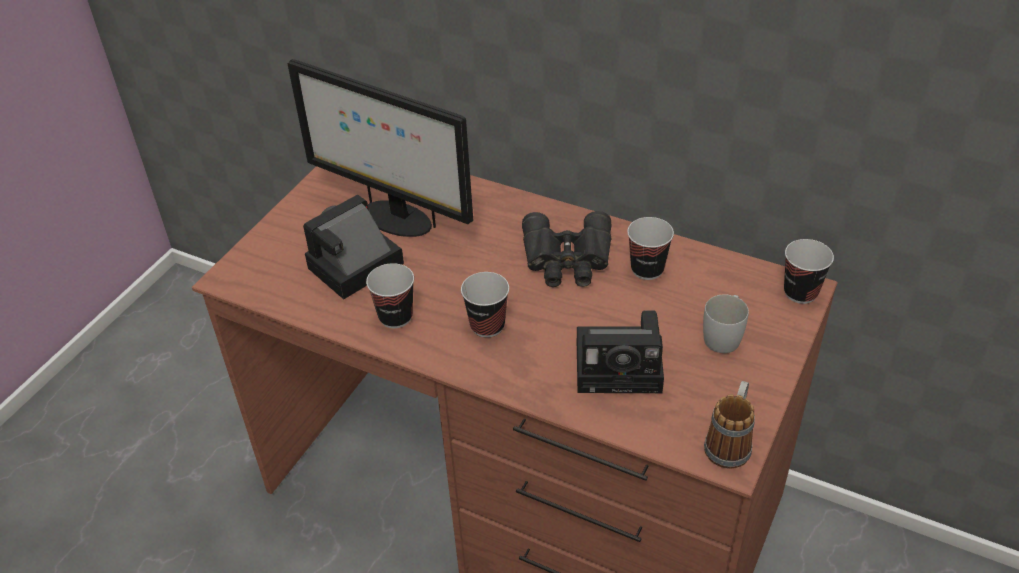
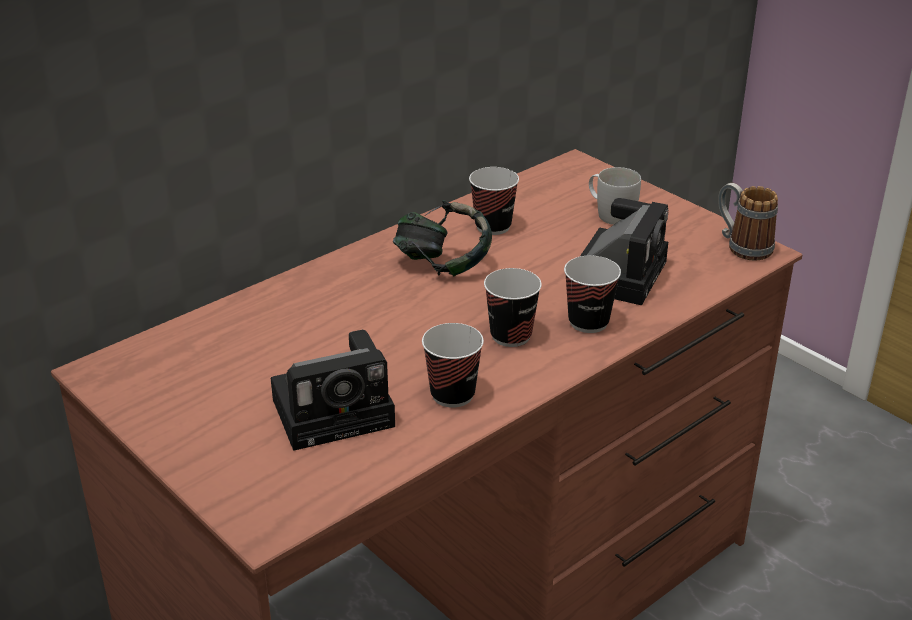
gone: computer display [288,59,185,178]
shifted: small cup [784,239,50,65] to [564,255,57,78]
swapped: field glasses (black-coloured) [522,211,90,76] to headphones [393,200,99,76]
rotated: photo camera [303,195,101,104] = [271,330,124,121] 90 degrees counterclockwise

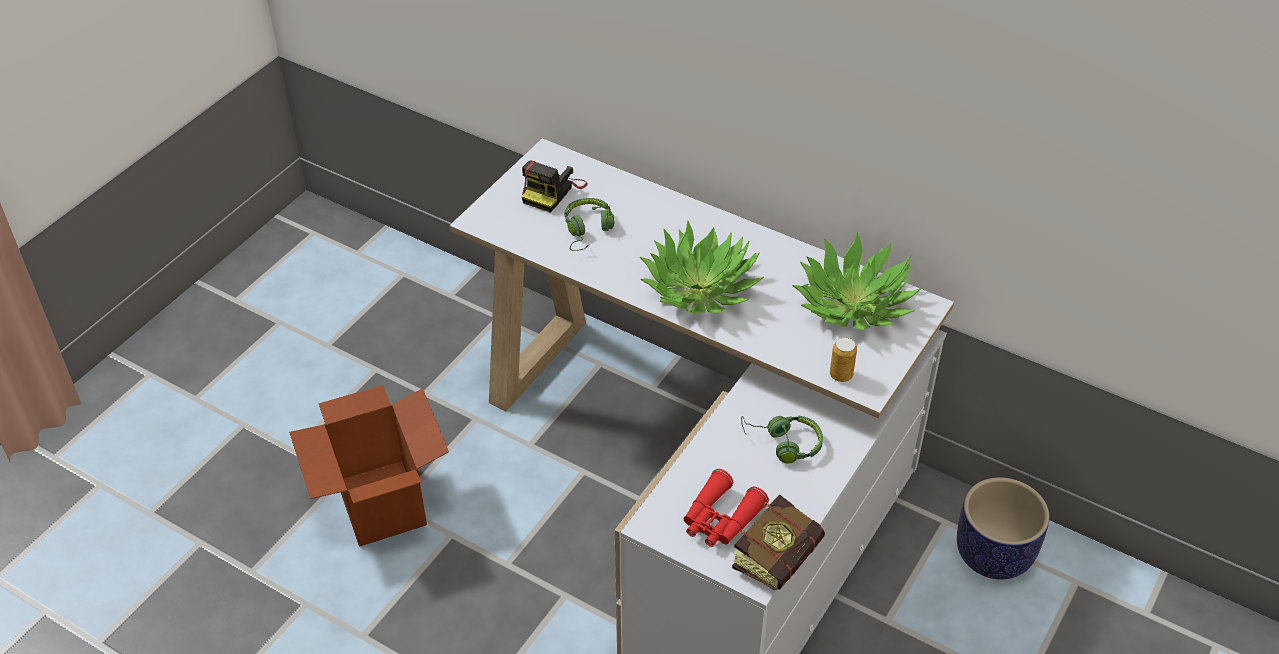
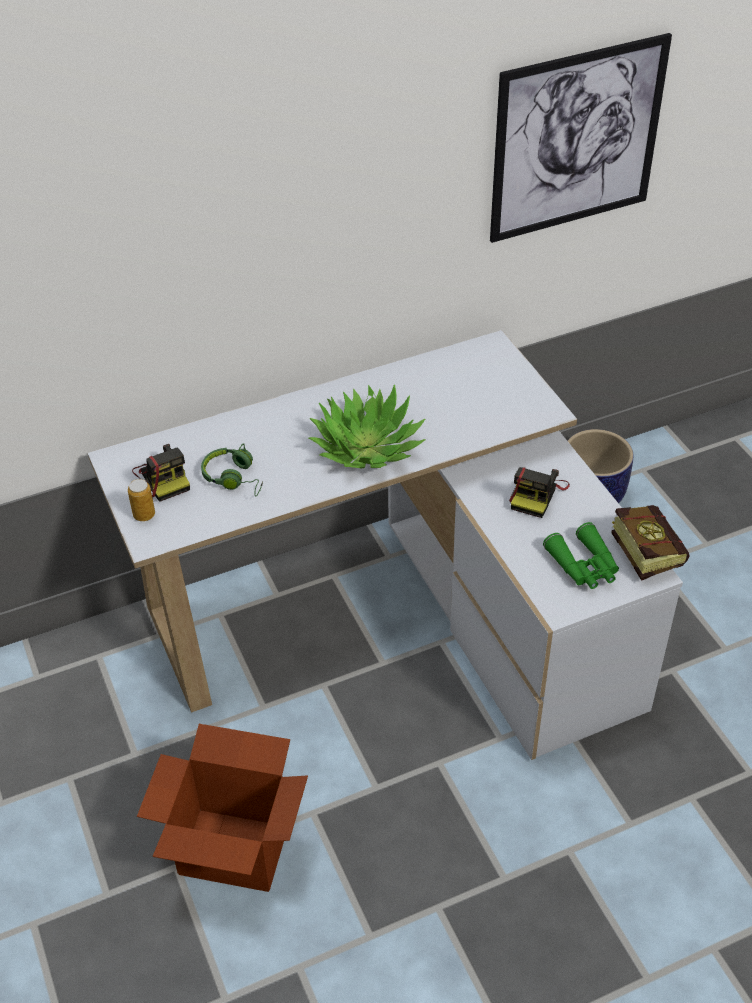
gone: houseplant [792,232,129,98]
new: wall art [490,33,182,210]
shifted: can [830,337,27,45] to [128,479,27,42]
swapped: headphones (greenish) [741,415,82,49] to photo camera [509,467,61,51]
repainted: field glasses (red-coloured) [683,469,86,78] to field glasses (greenish) [543,522,76,67]

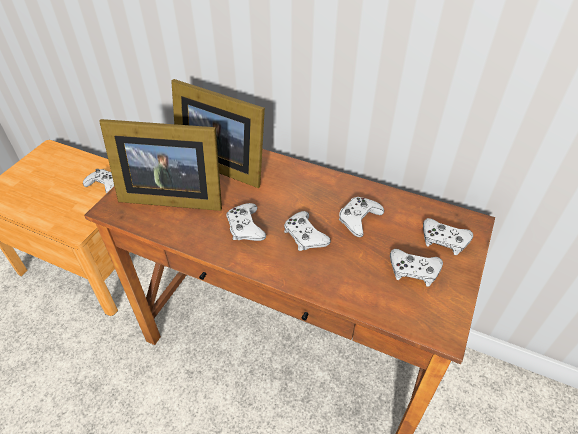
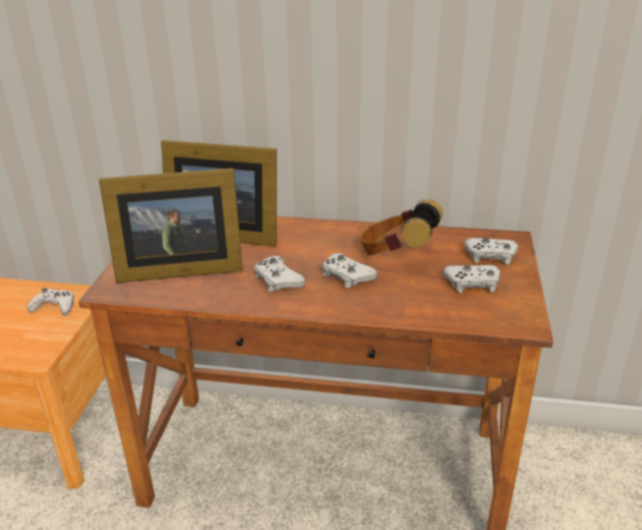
swapped: joypad (white-coloured) [339,197,45,40] to headphones [360,200,83,55]

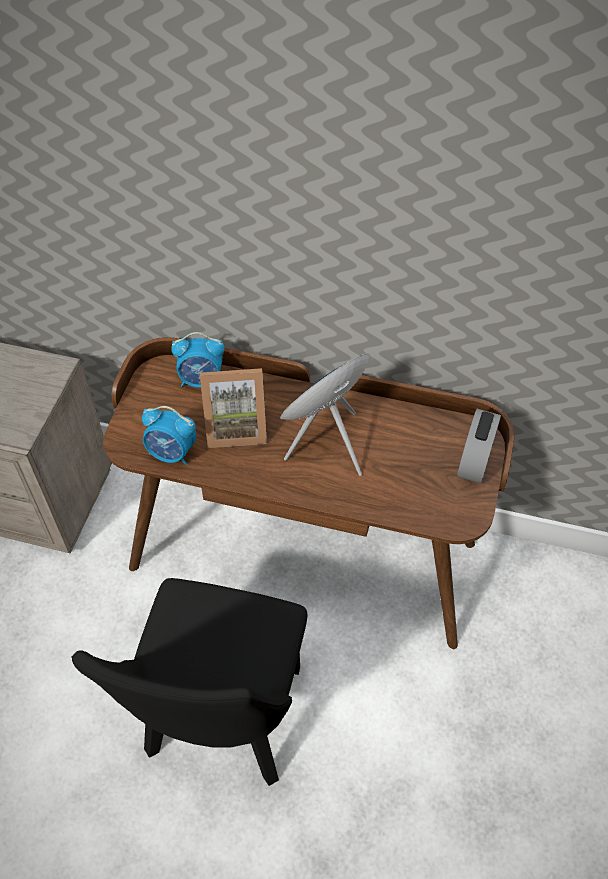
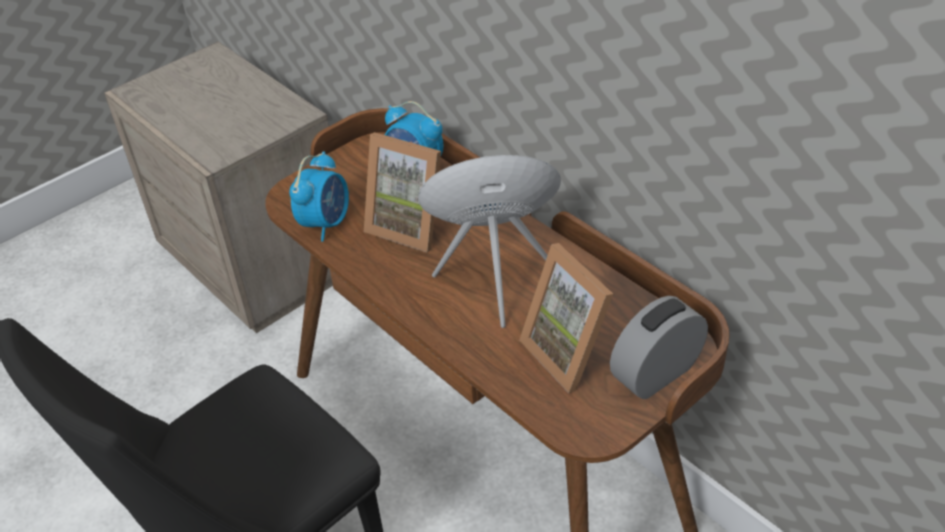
new: standing frame [519,243,94,150]
rotated: table clock [142,406,54,59] = [289,151,60,91] 120 degrees counterclockwise

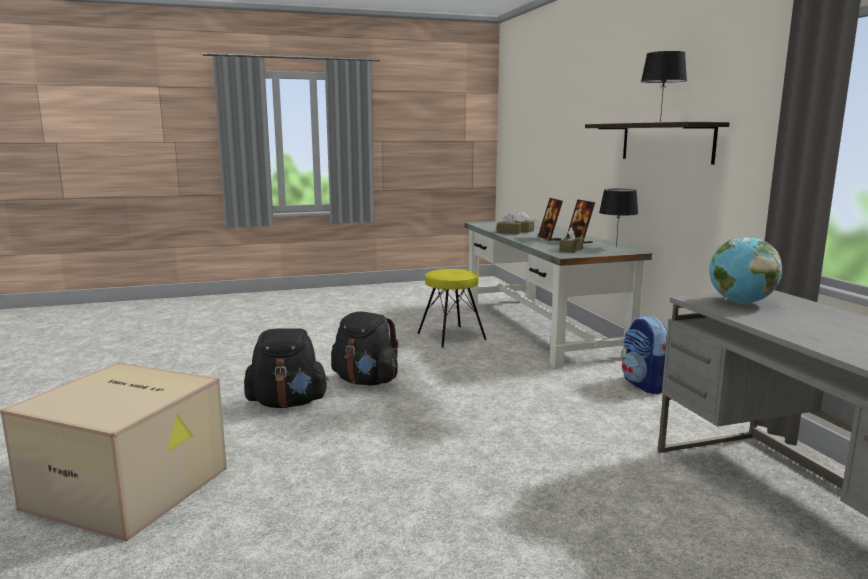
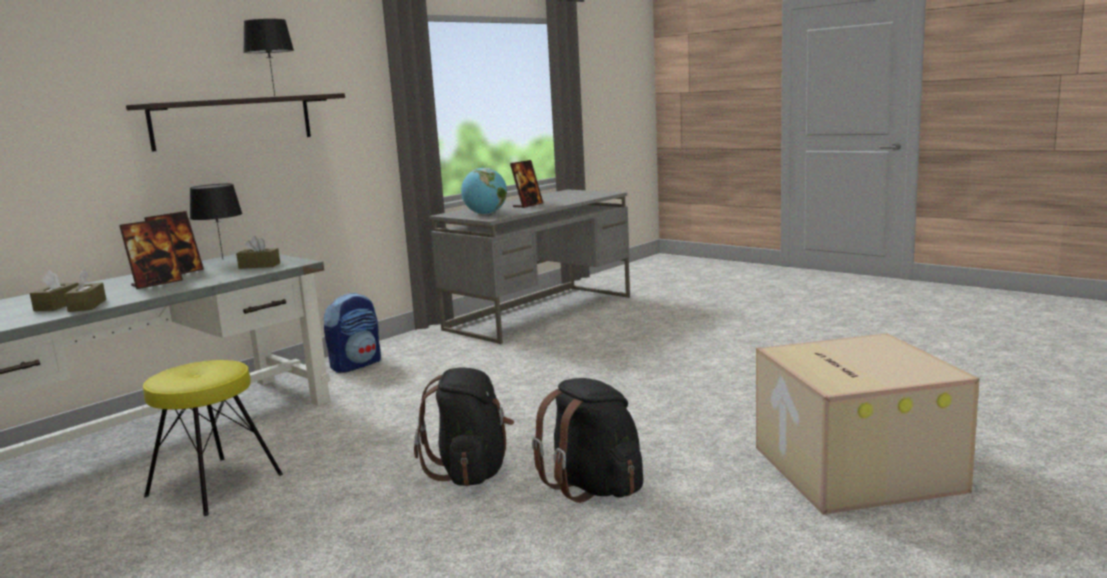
new: standing frame [510,160,33,48]

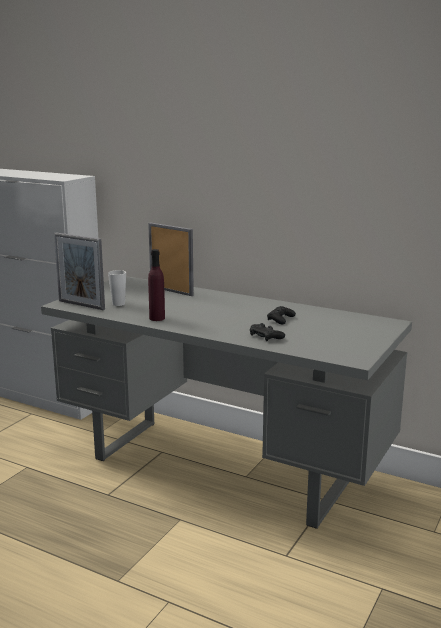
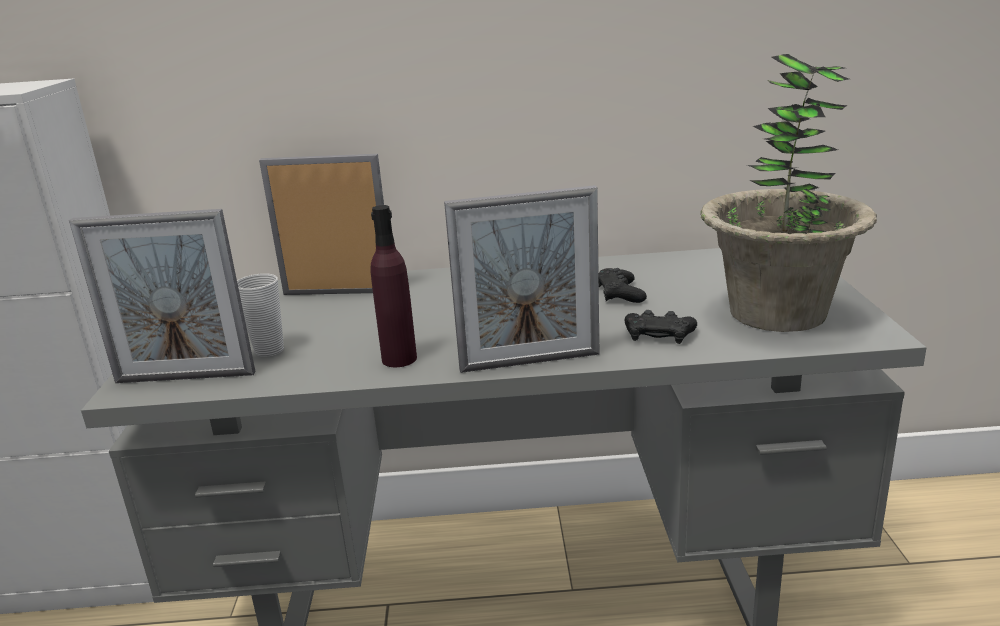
new: standing frame [444,185,156,188]; houseplant [700,54,177,278]

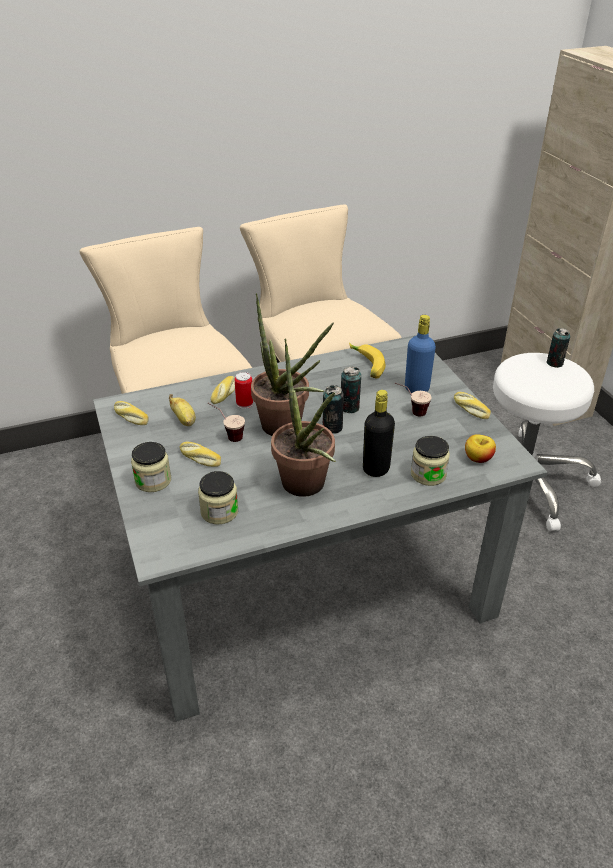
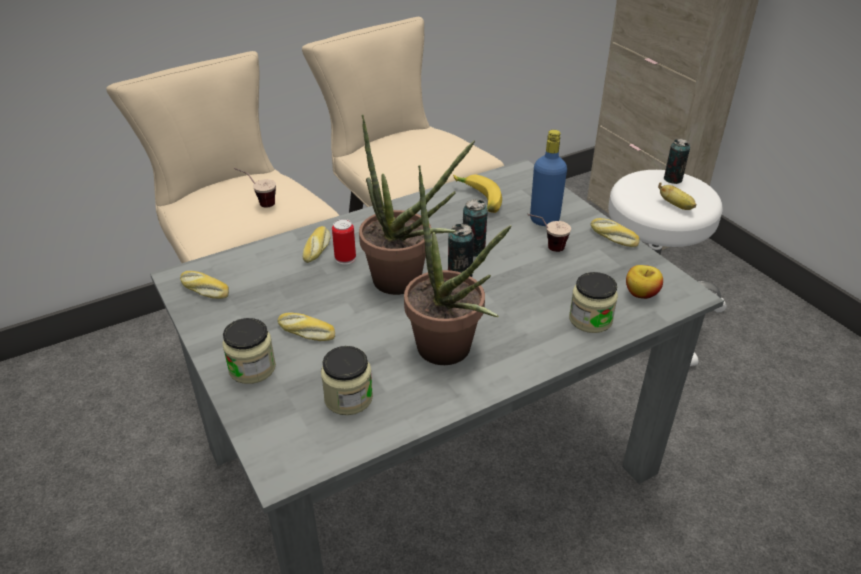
gone: beverage bottle (black-coloured) [363,390,32,87]
shifted: whole banana [169,394,27,32] to [658,182,38,28]; small cup [208,403,37,39] to [234,168,42,40]

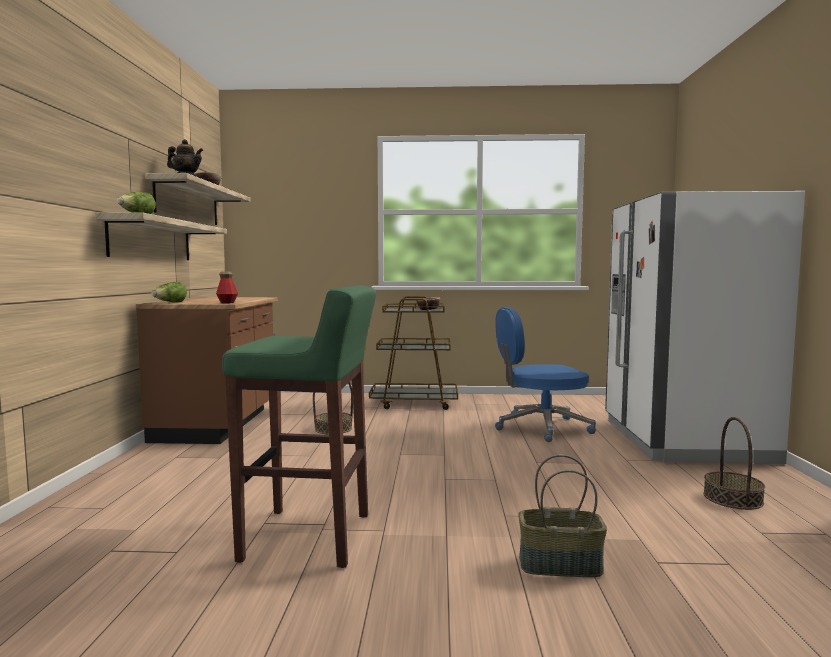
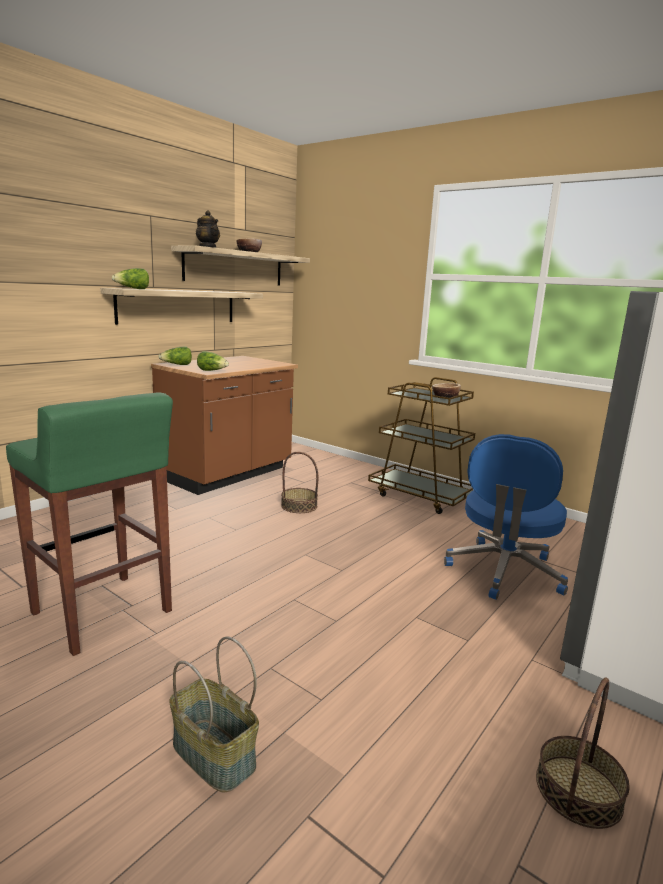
swapped: beverage bottle [216,271,22,32] to lettuce [197,351,32,20]
rotated: office chair (blue) [495,307,101,135] = [444,434,124,166] 90 degrees counterclockwise

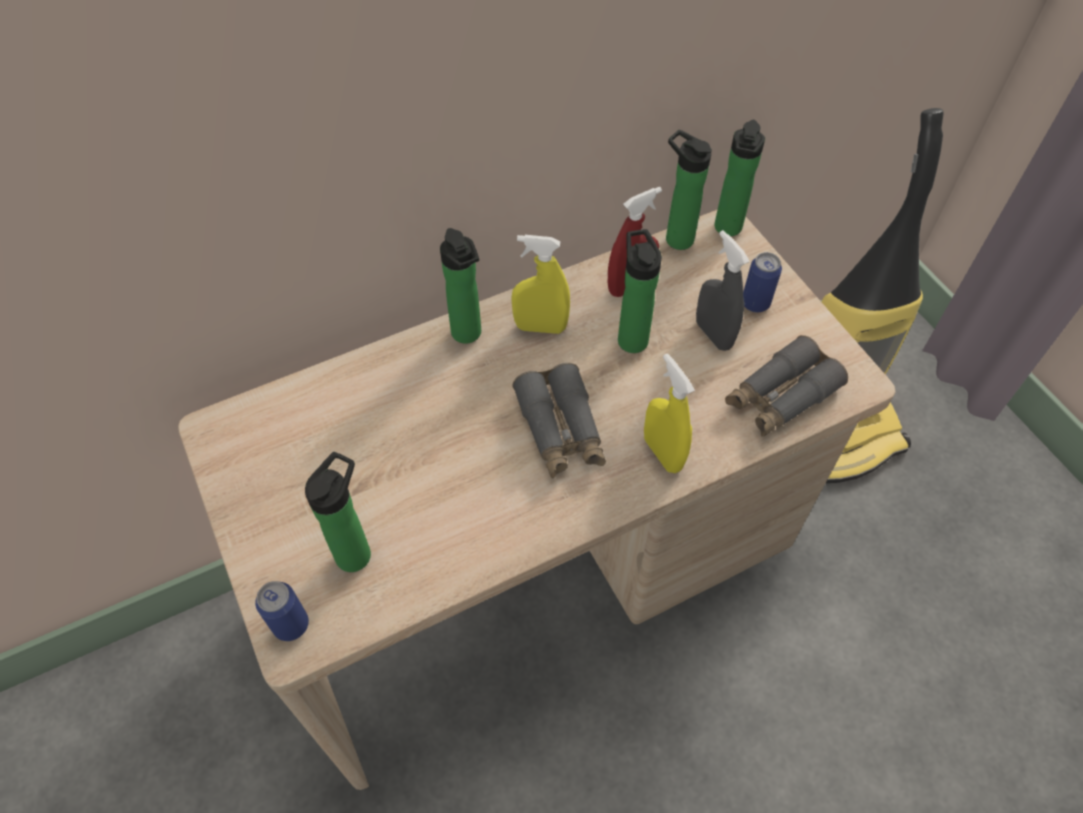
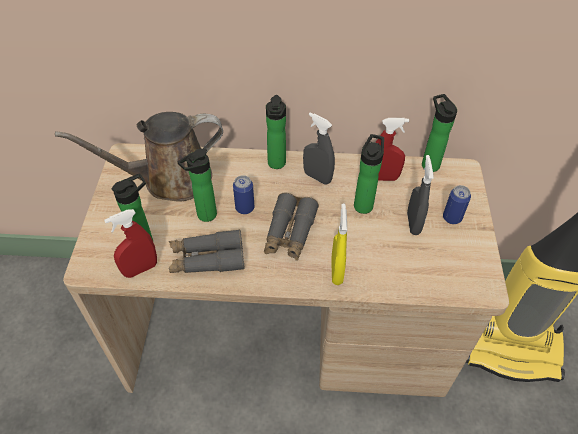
new: watering pot (brown) [55,112,168,90]; hand sprayer (red-coloured) [104,209,53,69]
shifted: can [255,581,54,60] to [233,175,21,39]; beverage bottle [715,120,50,116] to [178,149,39,73]; field glasses (grey) [725,335,123,102] to [169,230,76,43]
repainted: hand sprayer (yellowish) [511,235,59,99] to hand sprayer (grey) [303,112,32,73]

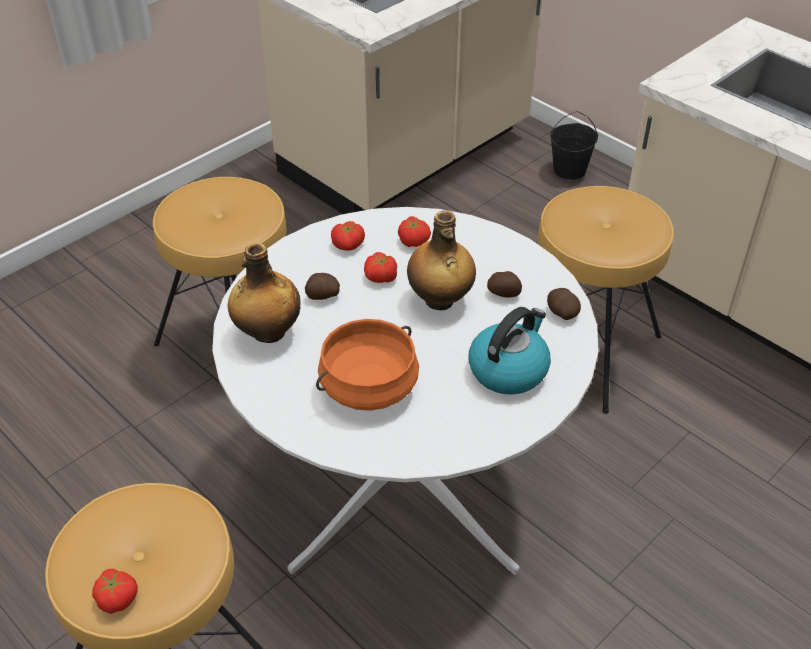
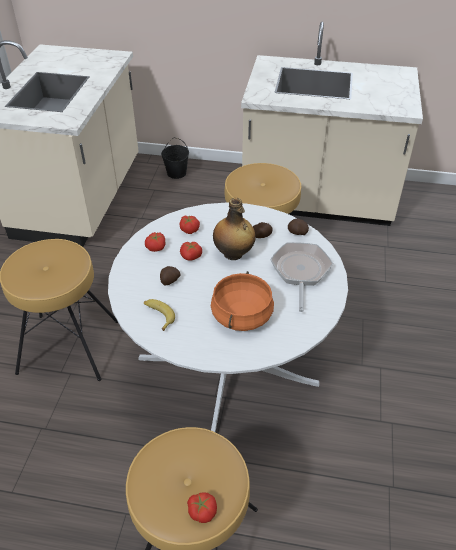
swapped: beverage bottle [228,242,72,101] to whole banana [144,299,31,32]; kettle [469,307,82,88] to frying pan [270,242,63,70]

